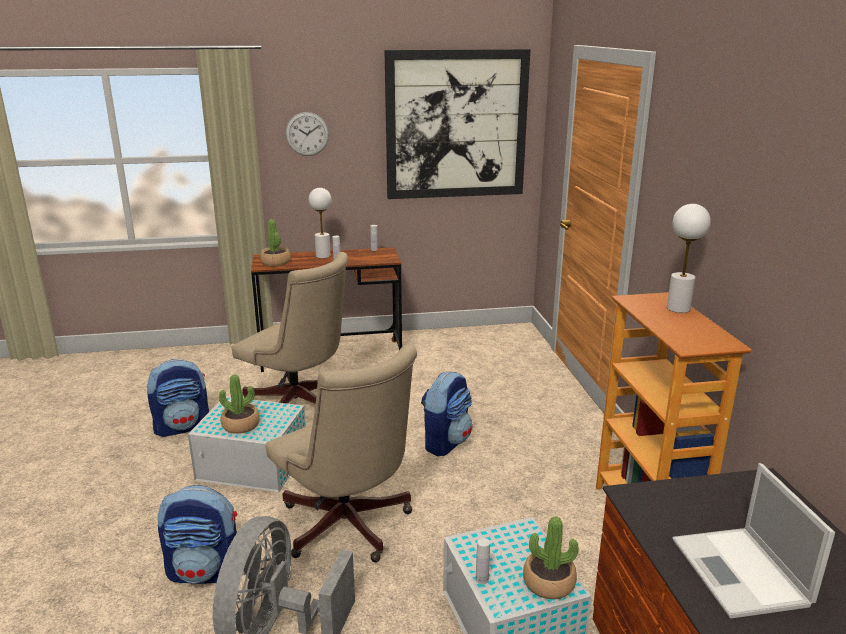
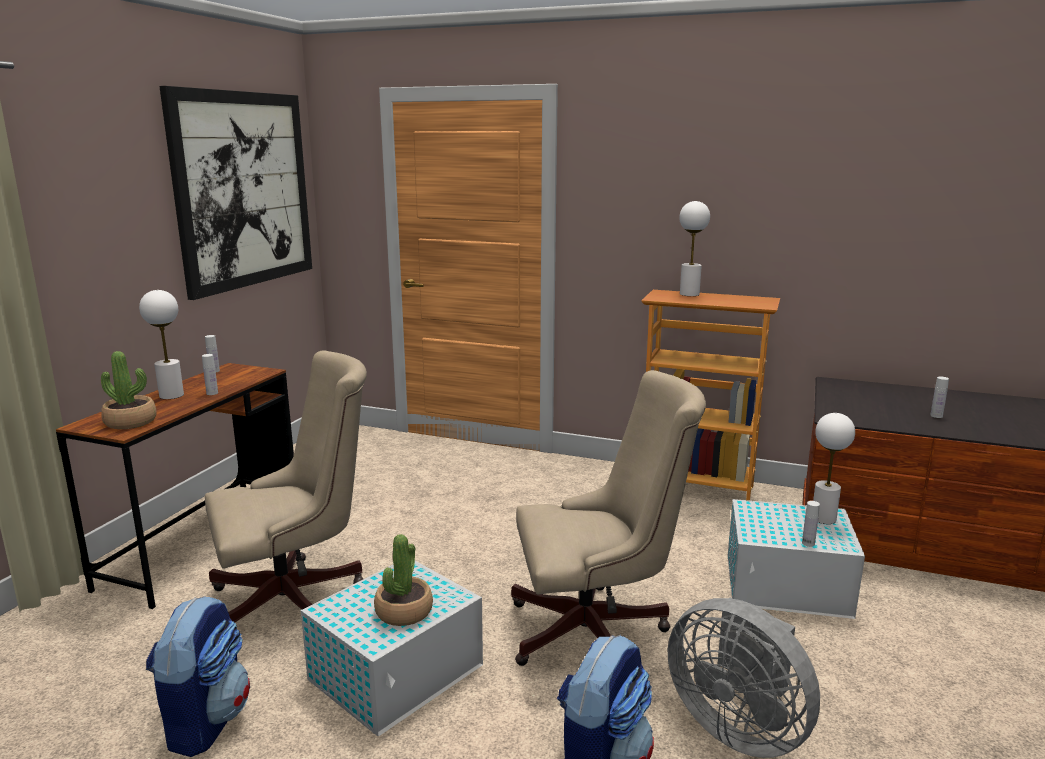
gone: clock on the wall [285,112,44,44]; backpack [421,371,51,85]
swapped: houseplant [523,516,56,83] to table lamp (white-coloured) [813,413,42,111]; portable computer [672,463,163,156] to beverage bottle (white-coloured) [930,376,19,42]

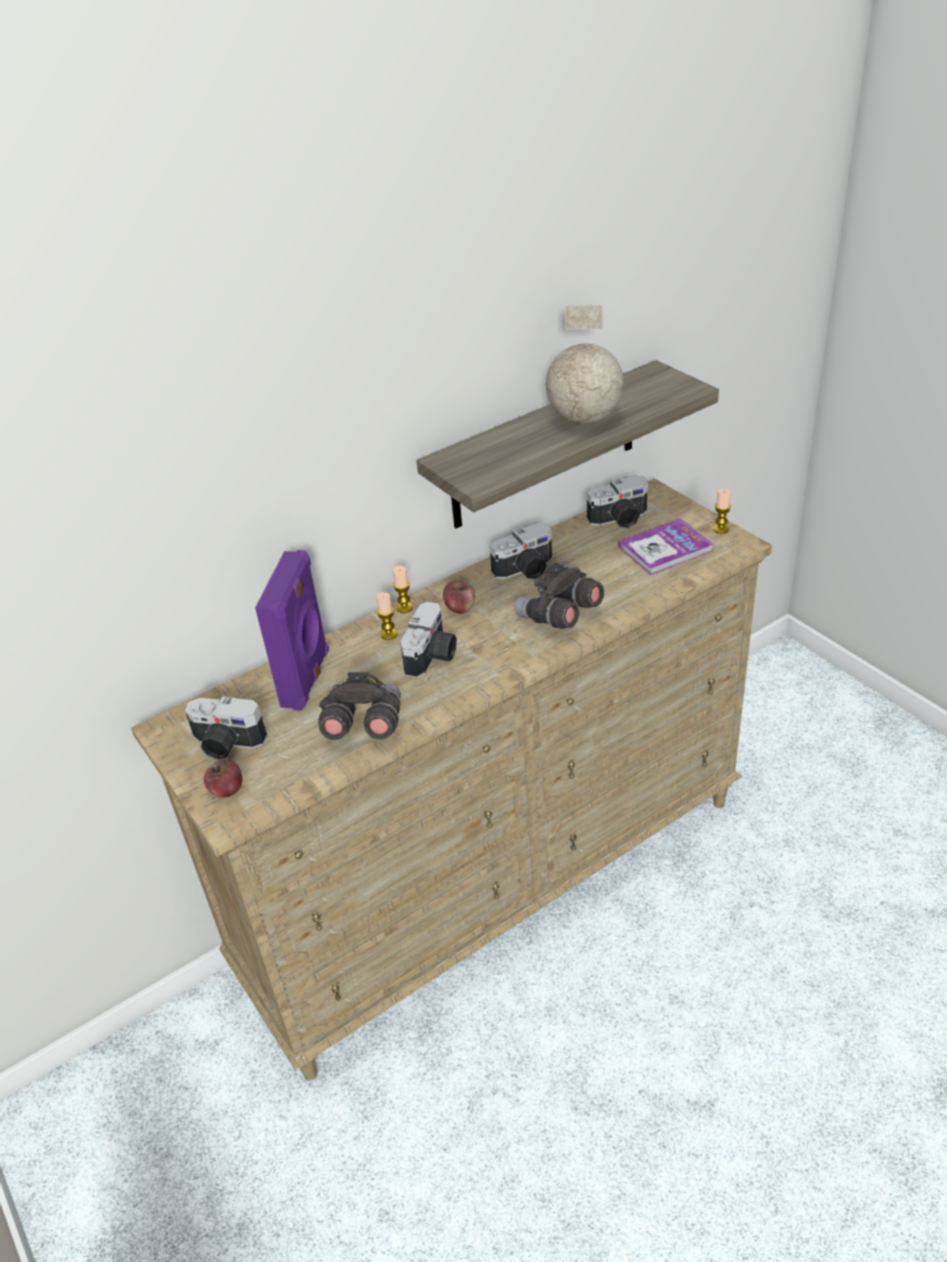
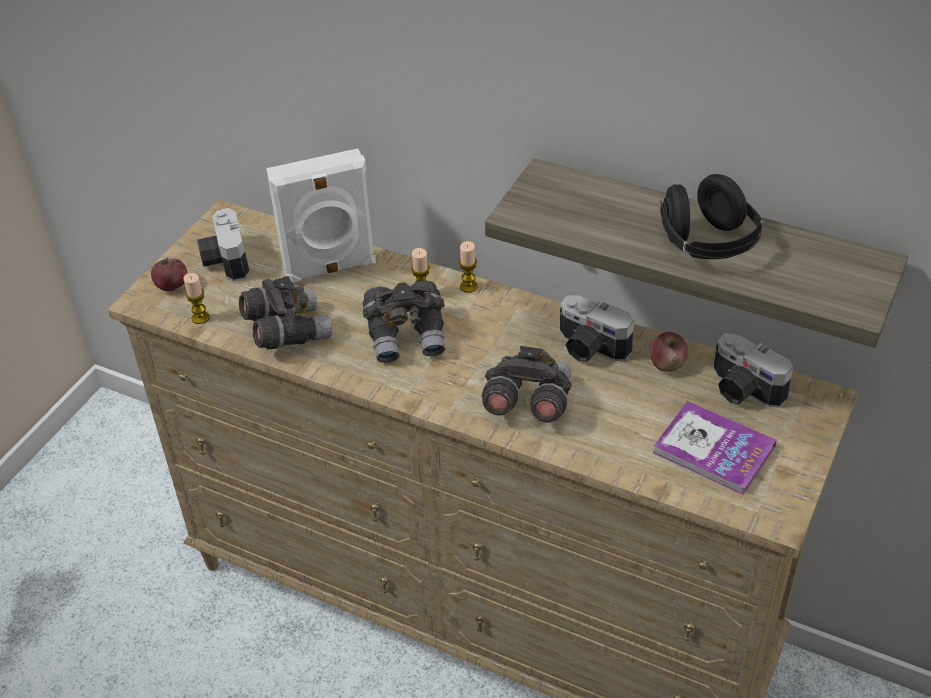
shifted: whole apple [443,581,32,33] to [650,332,38,40]; wax candle [713,489,18,45] to [184,273,26,51]
swapped: photo camera [400,601,57,77] to field glasses (grey) [363,280,82,83]; desk globe [546,305,78,118] to headphones (black-coloured) [660,174,103,85]
repainted: loudspeaker (purple-coloured) [255,550,74,161] to loudspeaker (white-coloured) [266,148,110,135]

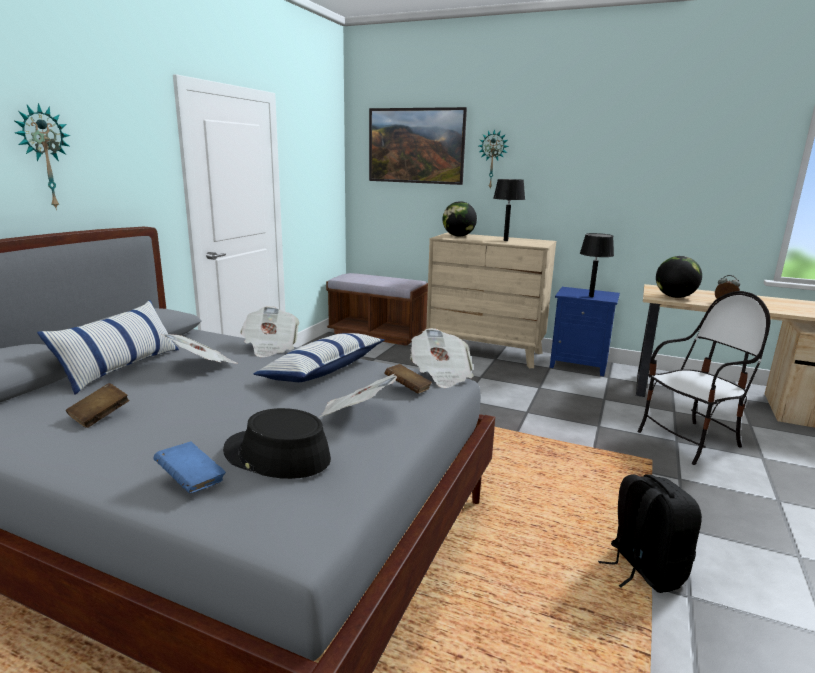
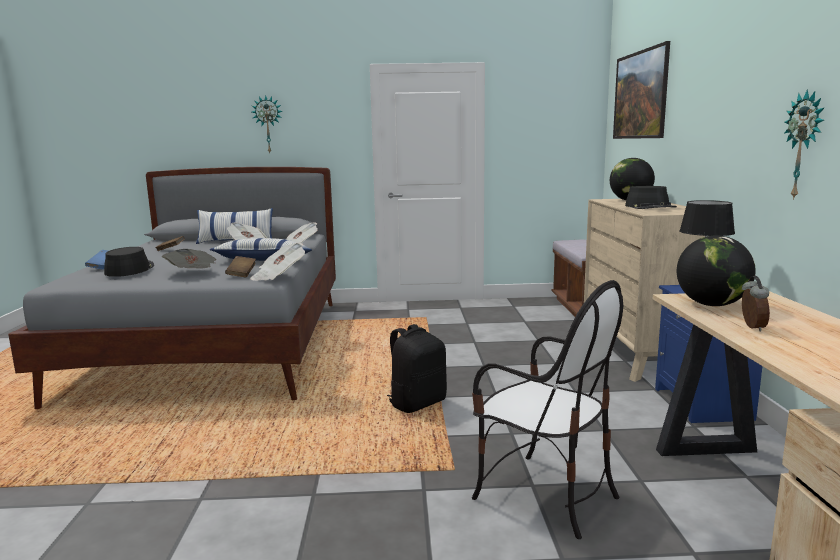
shifted: clock on the wall [479,129,30,59] to [784,89,40,111]; backpack (black-coloured) [598,474,104,119] to [387,324,60,89]
swapped: table lamp (black-coloured) [493,179,32,62] to hat (black-coloured) [625,186,52,23]

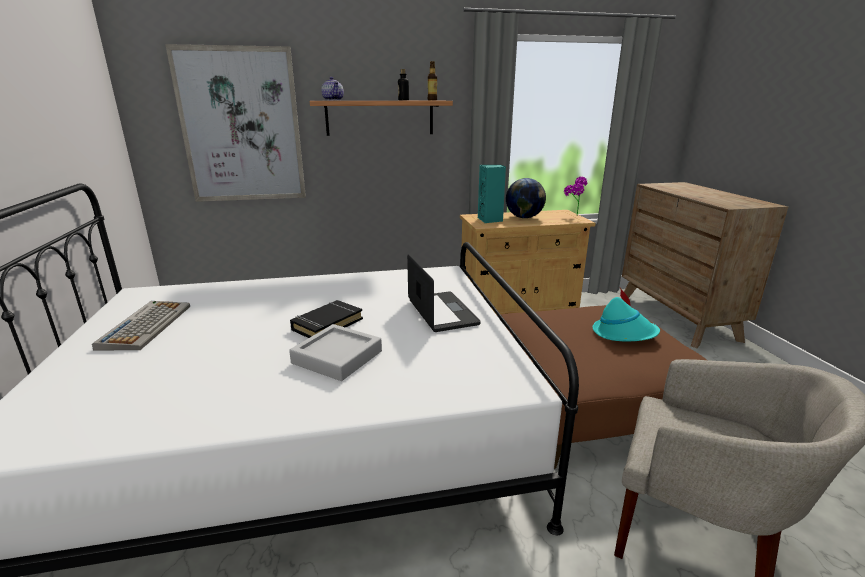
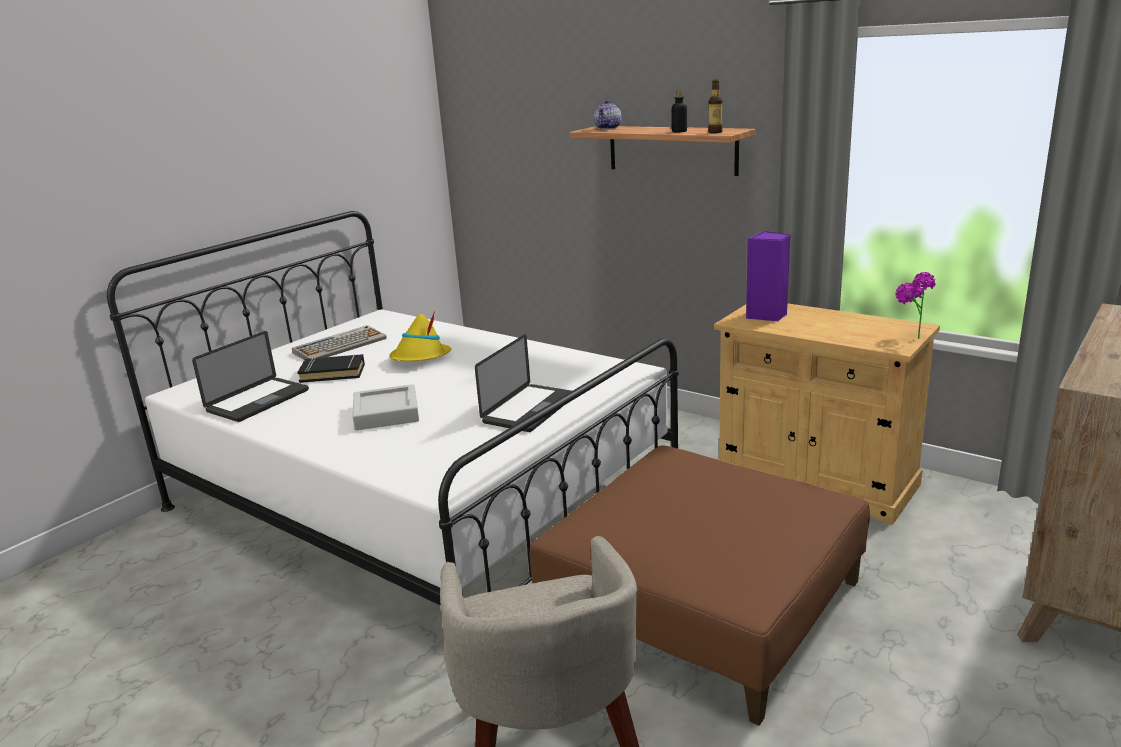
gone: wall art [165,44,141,158]; desk globe [506,178,40,40]; hat (turquoise) [593,288,67,53]
new: portable computer [192,331,117,91]; hat (yellowish) [389,310,62,51]
shifted: volume (black-coloured) [290,300,73,38] to [297,354,68,29]
repainted: loudspeaker (turquoise) [478,165,28,58] to loudspeaker (purple-coloured) [746,231,44,90]

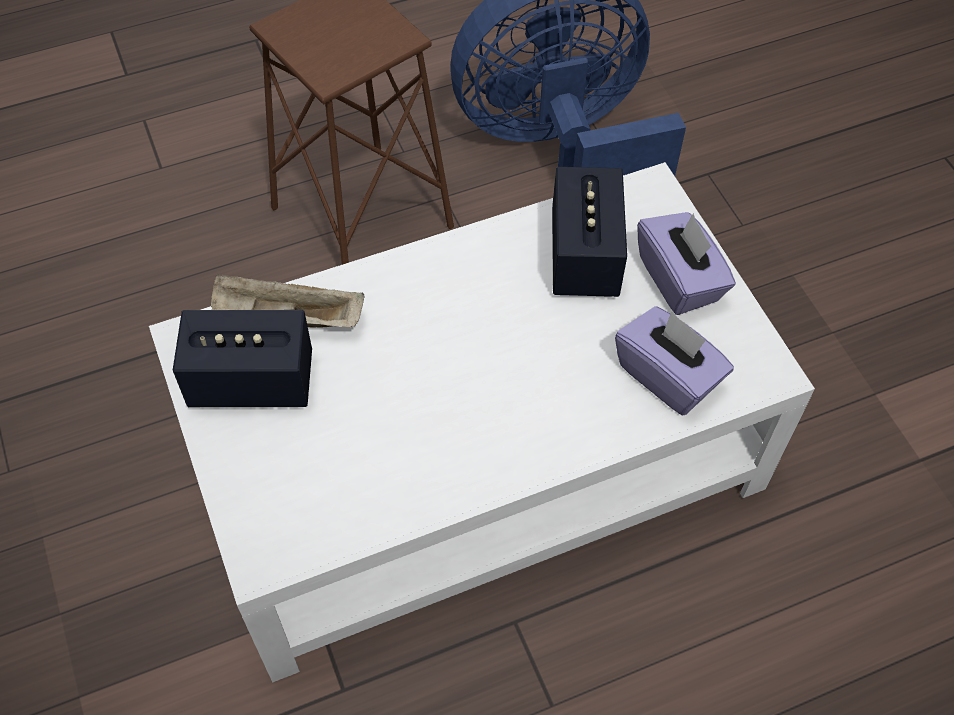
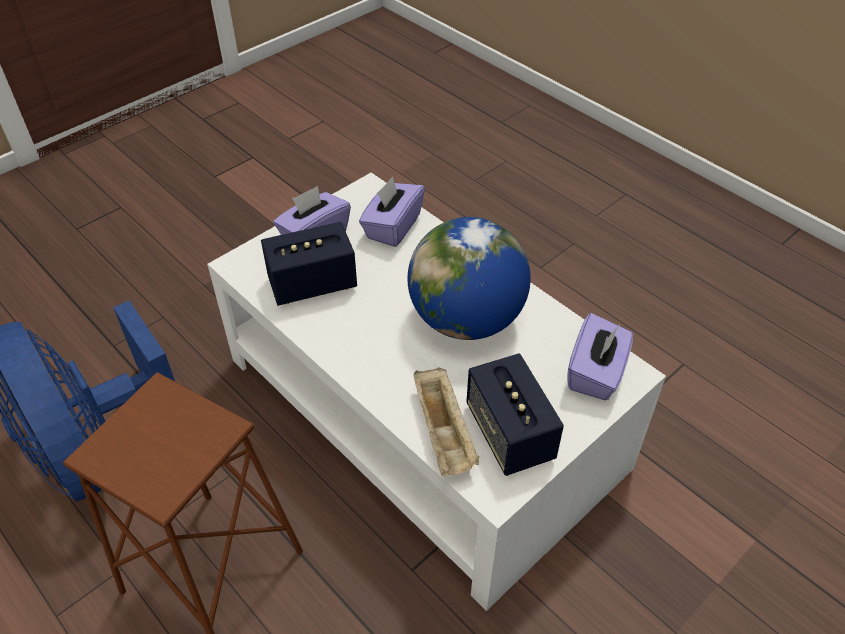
new: desk globe [407,217,124,123]; tissue holder (purple-coloured) [567,313,66,87]

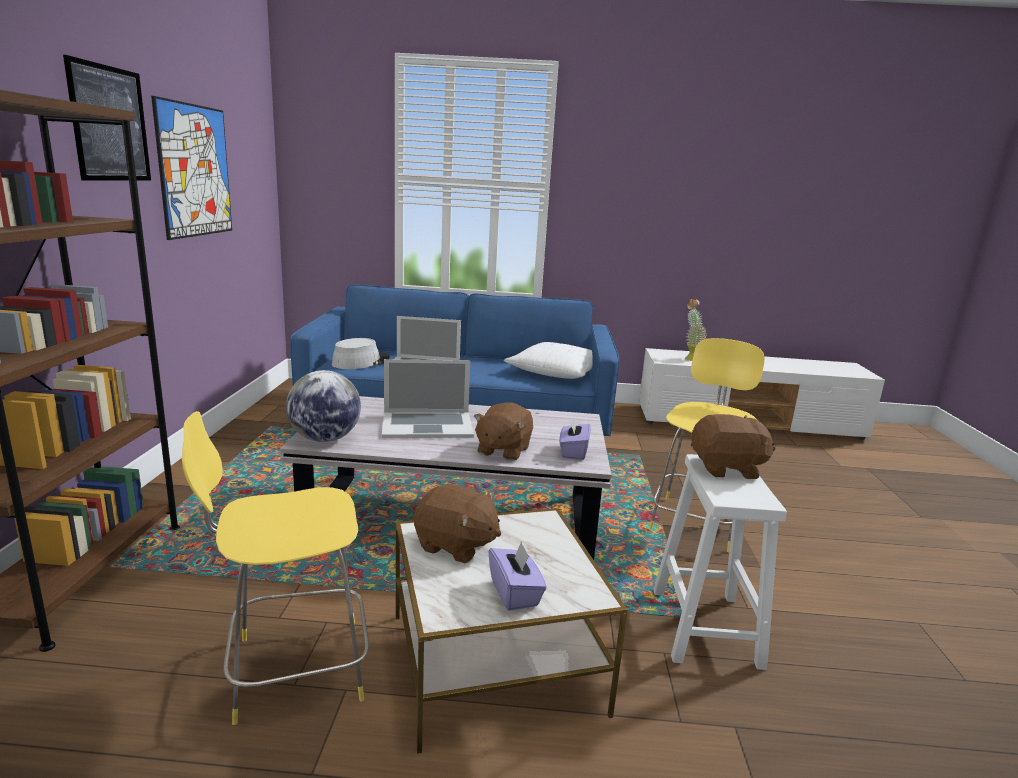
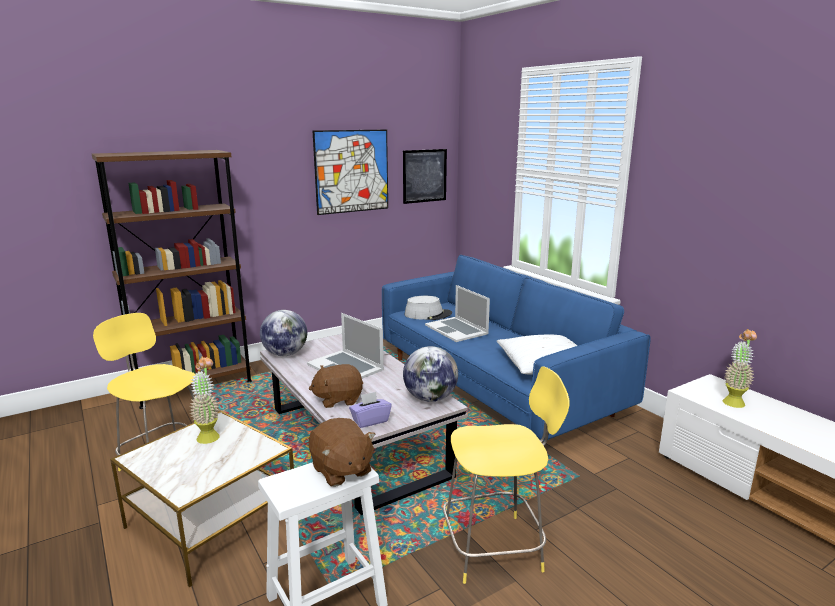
gone: tissue holder (purple-coloured) [489,541,58,70]
new: desk globe [403,346,55,56]
shifted: wall art [63,55,88,126] to [403,149,44,55]
swapped: soft toy (brown) [414,484,87,79] to houseplant [189,357,31,87]

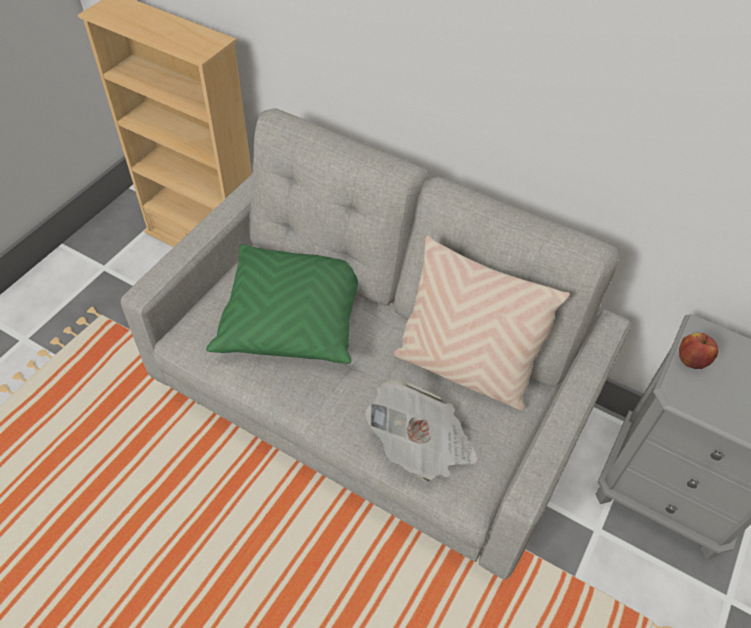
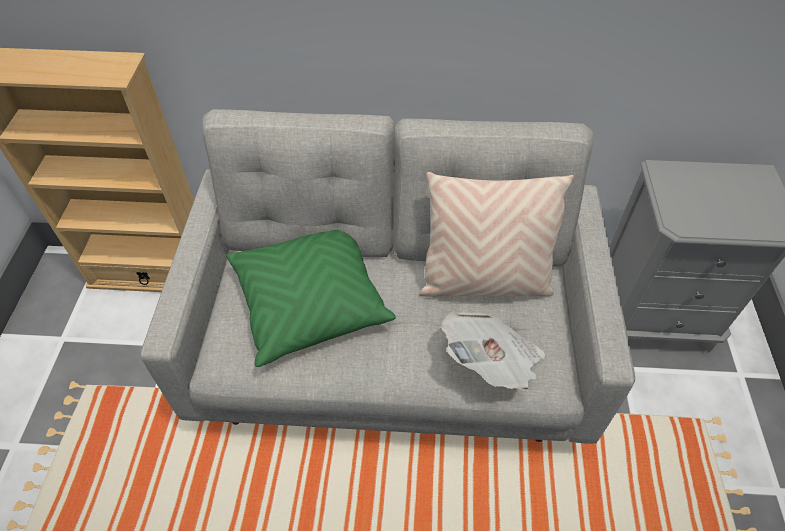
gone: whole apple [679,332,40,37]

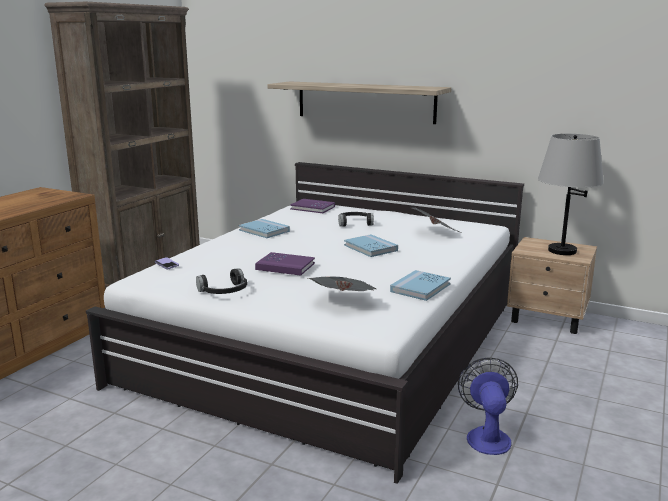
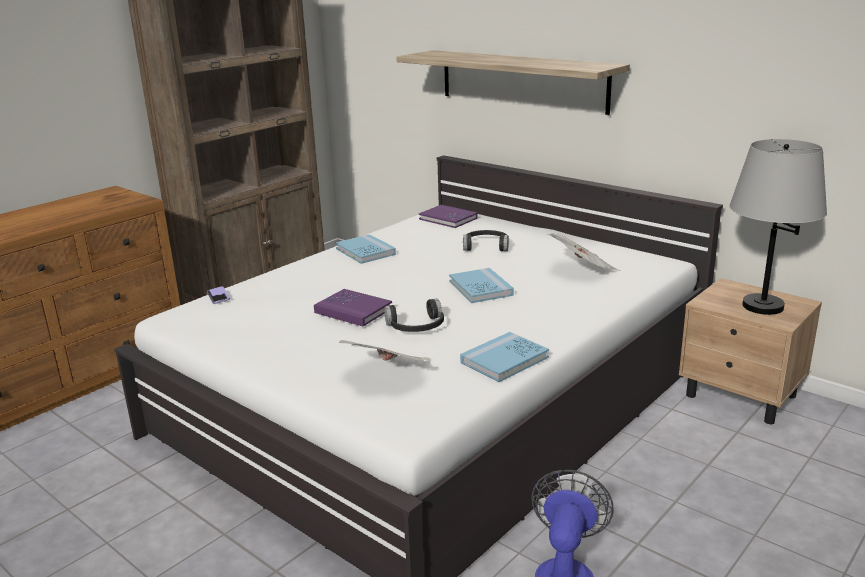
shifted: headphones (black-coloured) [196,268,51,26] to [384,298,60,34]

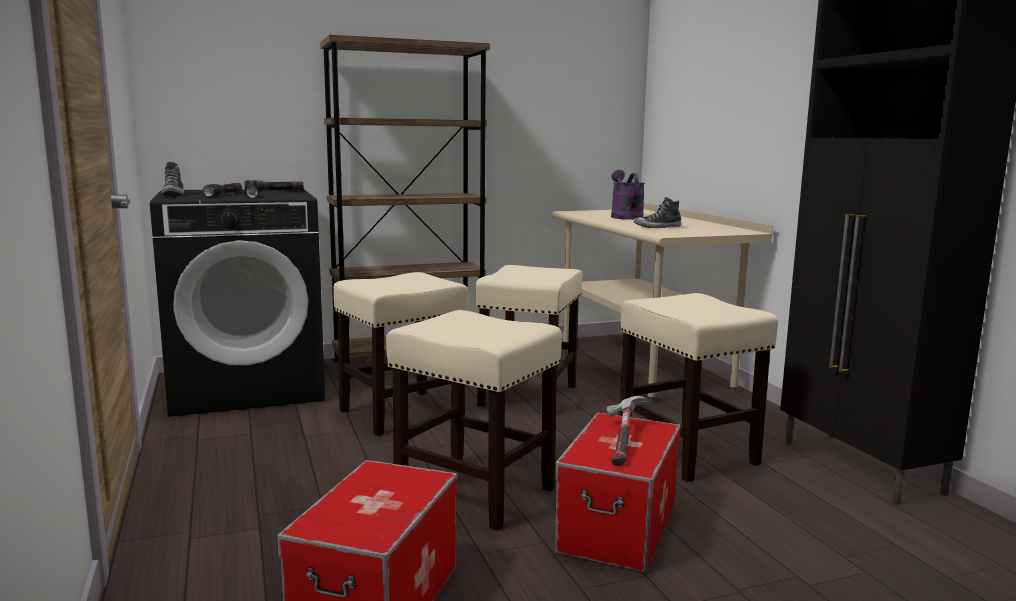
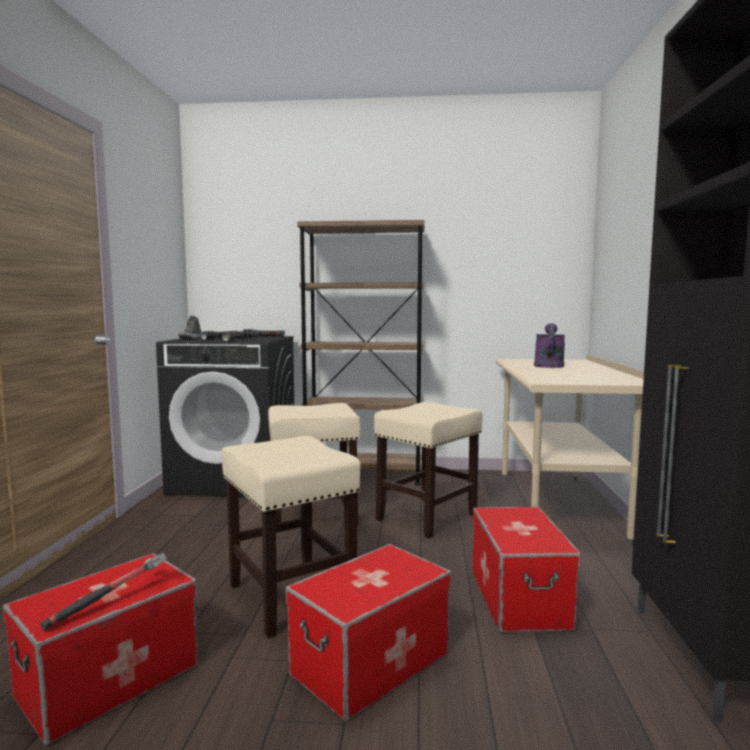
gone: shoe [634,197,48,31]
shifted: tool hammer [607,396,44,70] to [40,553,127,78]
swapped: stool (sand-coloured) [619,293,159,189] to storage box [473,507,108,125]

